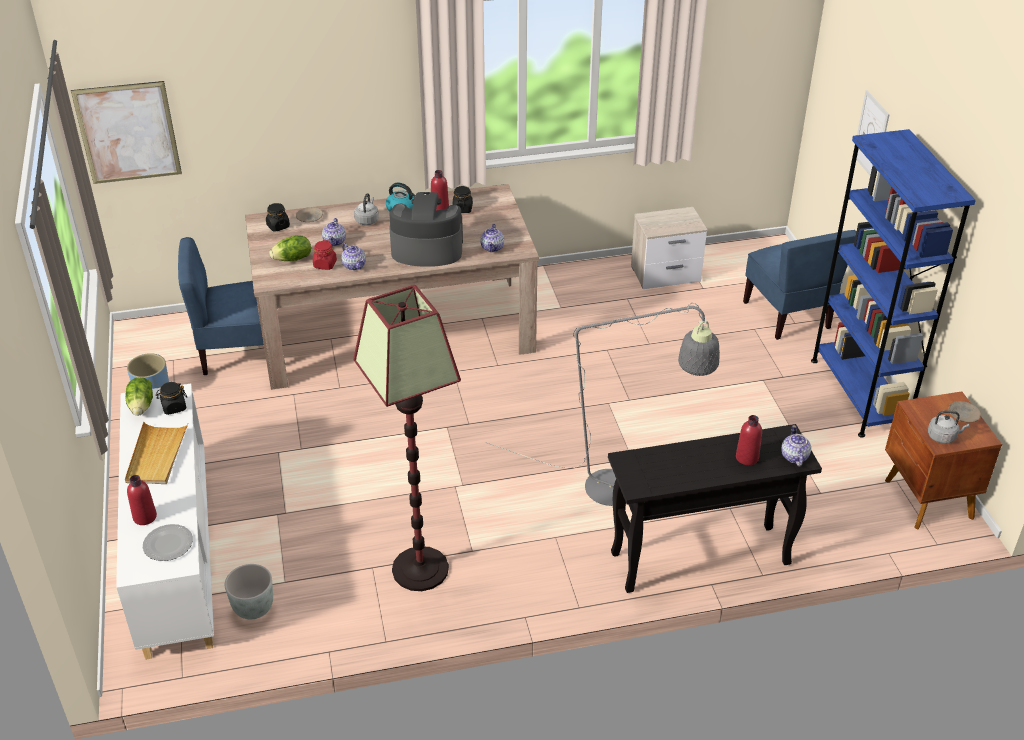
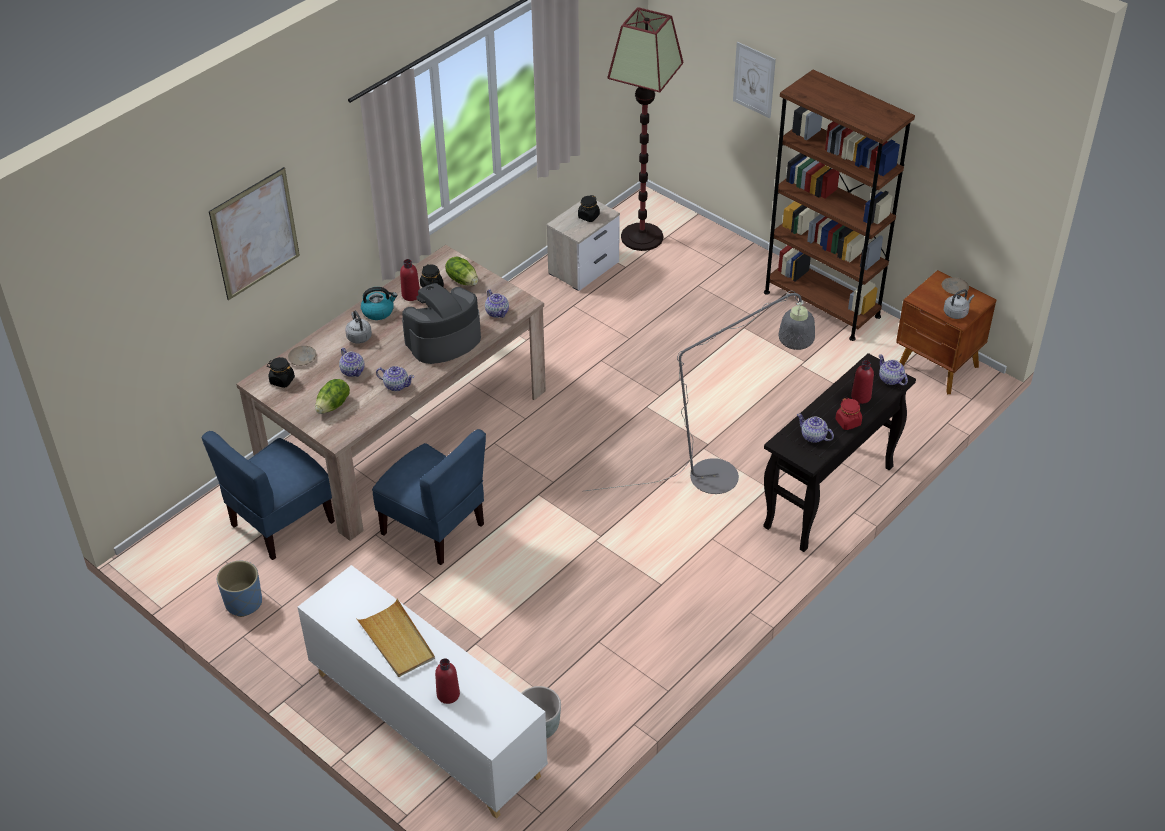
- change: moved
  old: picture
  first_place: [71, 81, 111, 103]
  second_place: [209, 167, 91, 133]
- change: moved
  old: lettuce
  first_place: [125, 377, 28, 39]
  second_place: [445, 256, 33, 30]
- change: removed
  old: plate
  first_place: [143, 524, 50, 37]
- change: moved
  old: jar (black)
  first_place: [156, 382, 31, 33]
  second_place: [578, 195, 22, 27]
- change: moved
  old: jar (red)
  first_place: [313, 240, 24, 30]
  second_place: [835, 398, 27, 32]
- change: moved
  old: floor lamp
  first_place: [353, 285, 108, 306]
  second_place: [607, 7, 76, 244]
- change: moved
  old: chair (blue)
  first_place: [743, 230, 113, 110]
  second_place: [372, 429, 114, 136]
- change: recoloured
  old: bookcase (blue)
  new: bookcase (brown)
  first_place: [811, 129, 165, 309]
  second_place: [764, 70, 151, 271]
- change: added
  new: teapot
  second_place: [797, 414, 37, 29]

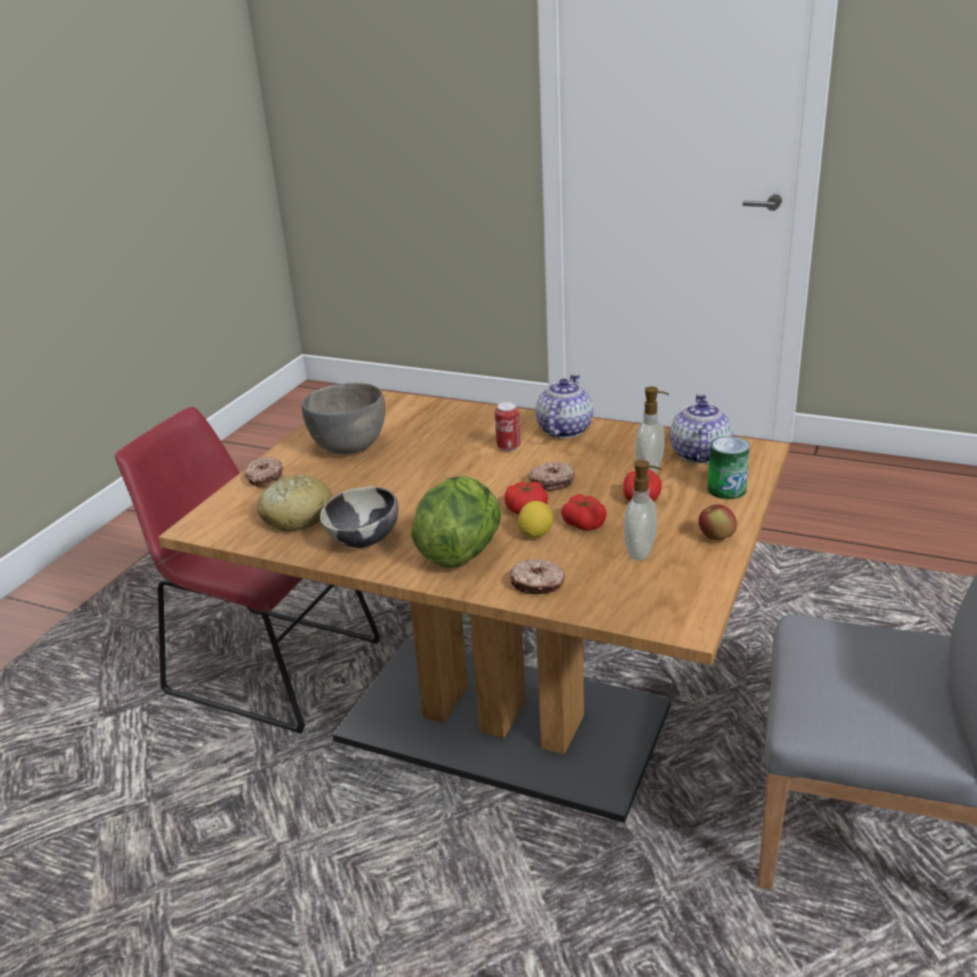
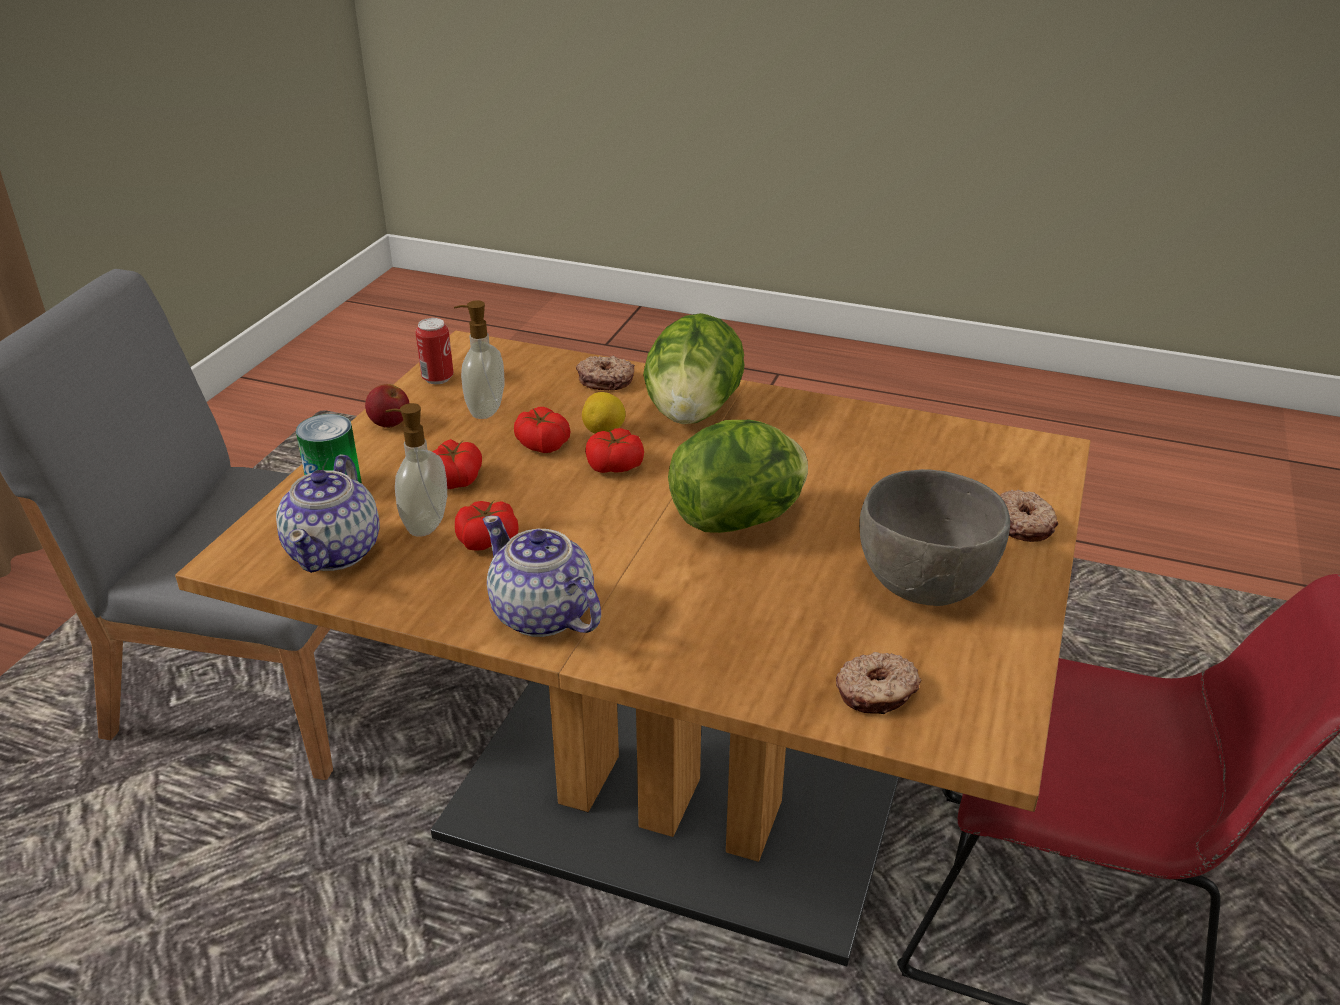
- change: removed
  old: bread
  first_place: [257, 474, 76, 57]
- change: removed
  old: bowl
  first_place: [320, 487, 78, 61]
- change: moved
  old: can
  first_place: [495, 402, 26, 49]
  second_place: [415, 318, 39, 66]
- change: moved
  old: donut
  first_place: [528, 462, 47, 29]
  second_place: [836, 652, 85, 62]
- change: turned
  old: teapot
  first_place: [536, 374, 57, 64]
  second_place: [483, 516, 118, 121]
  degrees: 120
- change: added
  new: tomato
  second_place: [455, 501, 64, 50]
- change: added
  new: lettuce
  second_place: [668, 420, 140, 113]

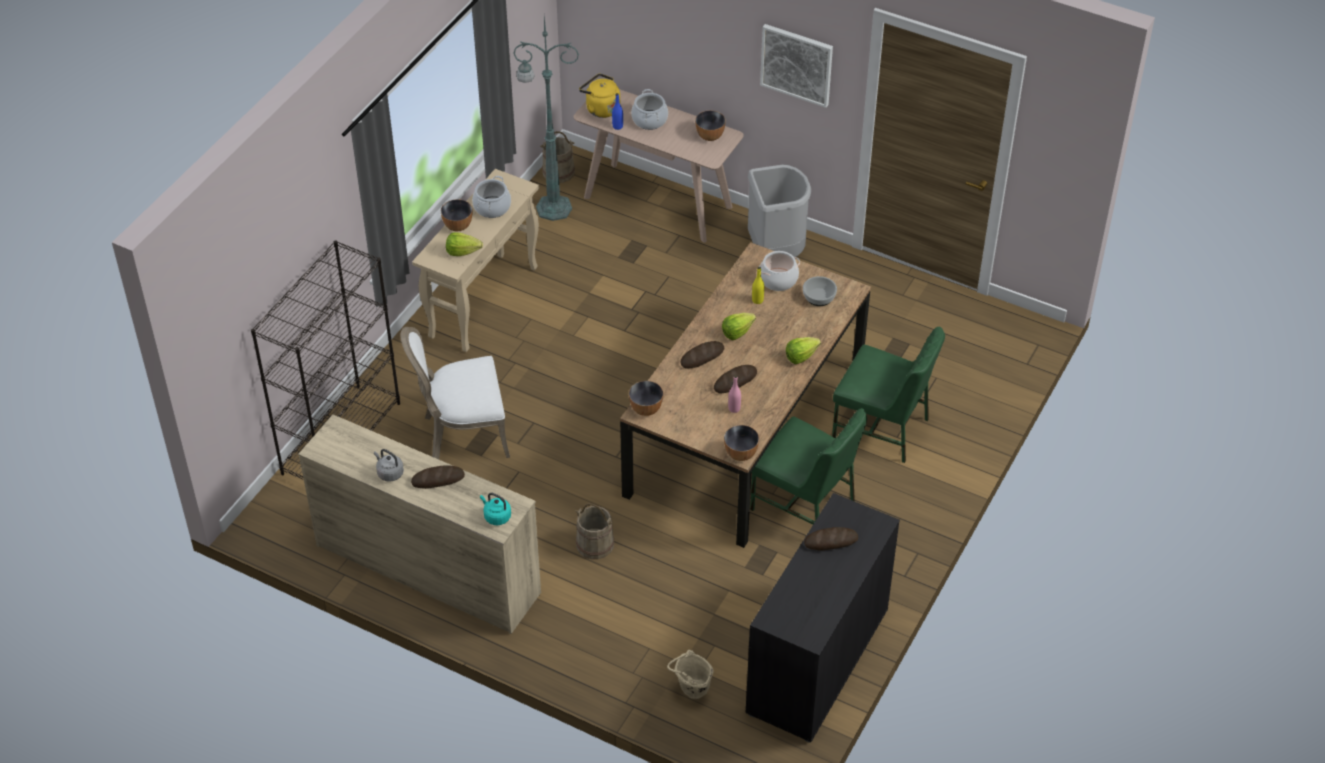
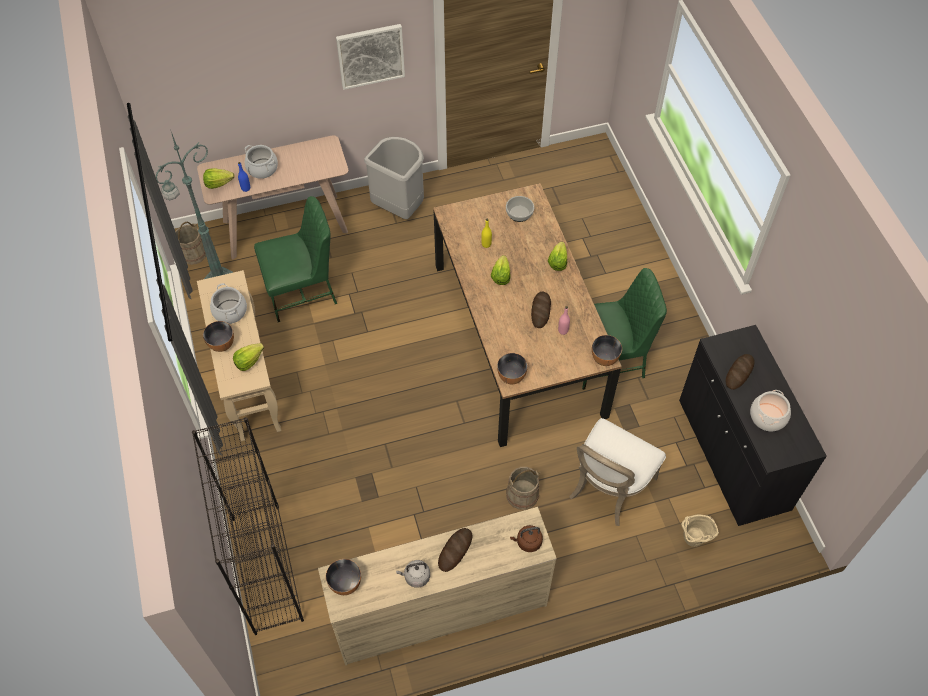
- change: moved
  old: chair (white)
  first_place: [401, 327, 109, 132]
  second_place: [569, 418, 97, 108]
- change: recoloured
  old: kettle (turquoise)
  new: kettle (brown)
  first_place: [480, 493, 31, 32]
  second_place: [510, 525, 33, 27]
- change: replaced
  old: kettle (yellow)
  new: lettuce
  first_place: [579, 74, 41, 44]
  second_place: [203, 168, 31, 21]
- change: removed
  old: bread
  first_place: [680, 341, 44, 28]
- change: moved
  old: bowl
  first_place: [695, 111, 31, 30]
  second_place: [326, 559, 35, 36]
- change: moved
  old: cooking pot
  first_place: [759, 251, 41, 40]
  second_place: [750, 390, 41, 41]
- change: moved
  old: chair (green)
  first_place: [832, 327, 113, 136]
  second_place: [254, 196, 83, 126]

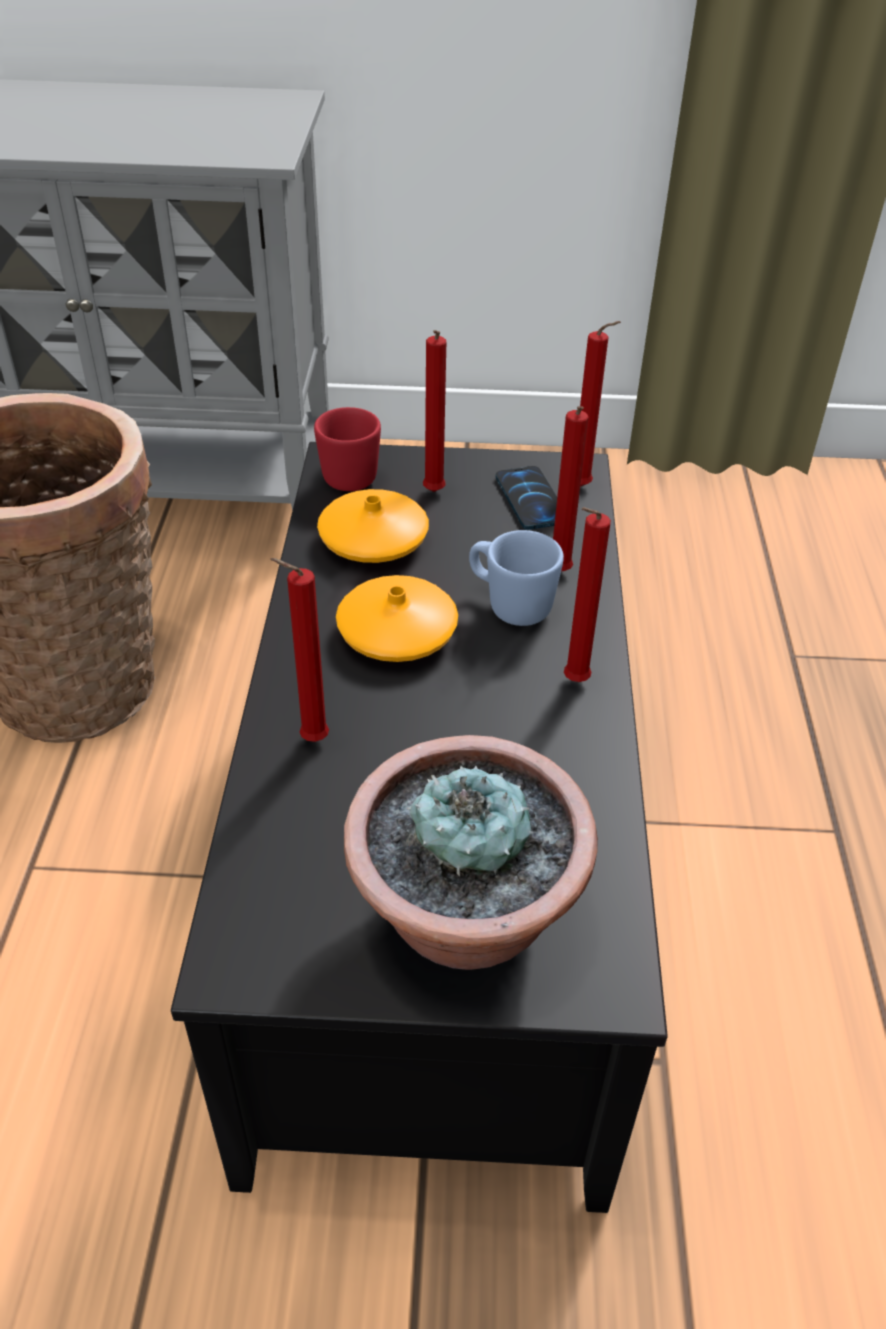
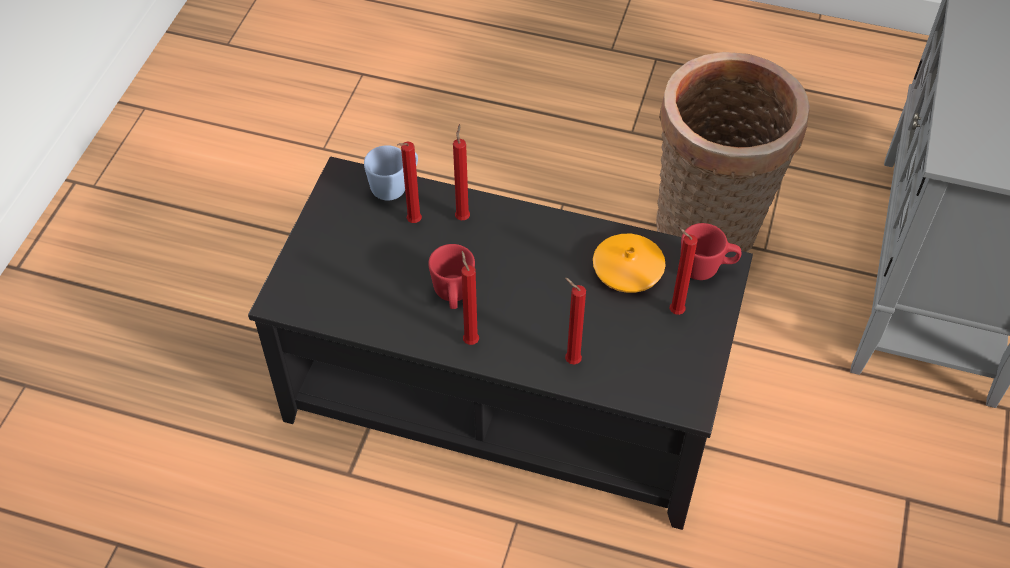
- change: removed
  old: vase (orange)
  first_place: [336, 575, 122, 87]
- change: removed
  old: potted plant
  first_place: [344, 735, 254, 235]
- change: moved
  old: mug (blue)
  first_place: [469, 530, 95, 96]
  second_place: [364, 145, 54, 56]
- change: removed
  old: phone
  first_place: [496, 466, 61, 64]
- change: moved
  old: candle (red)
  first_place: [580, 321, 41, 165]
  second_place: [397, 142, 25, 81]
- change: added
  new: mug (red)
  second_place: [428, 244, 47, 65]

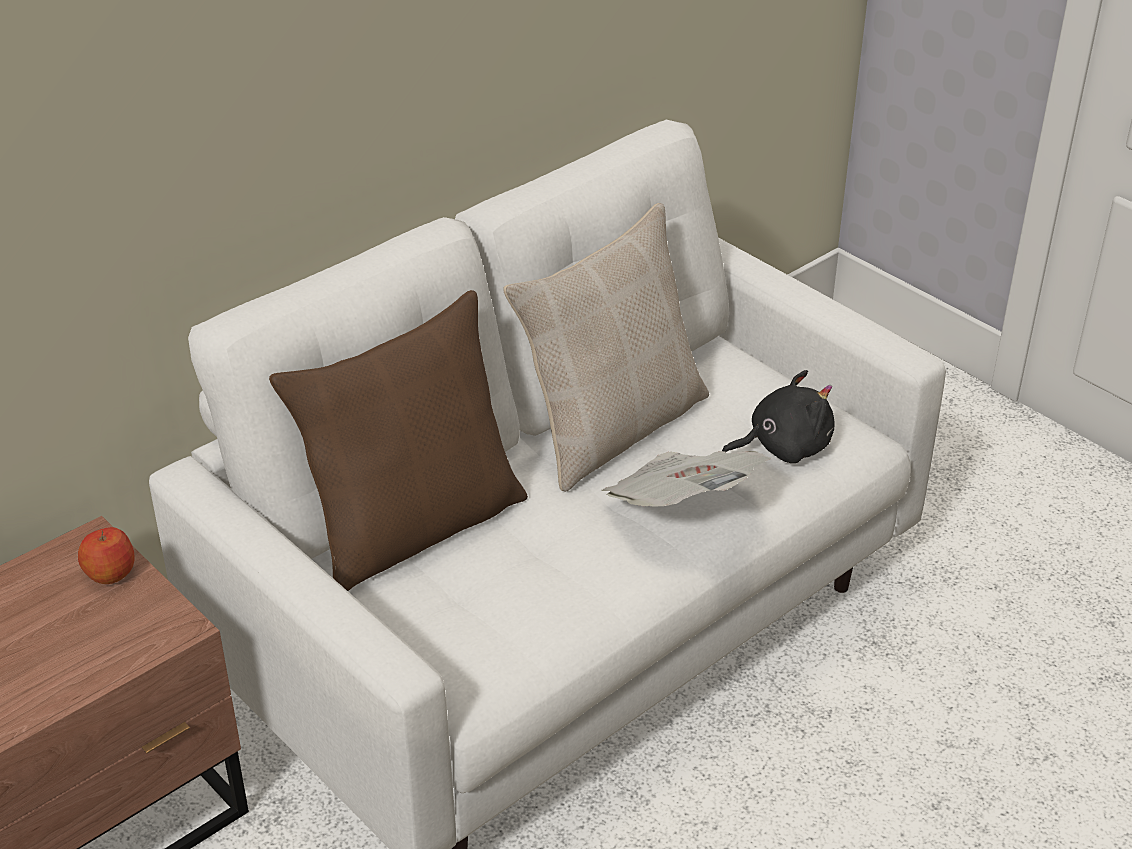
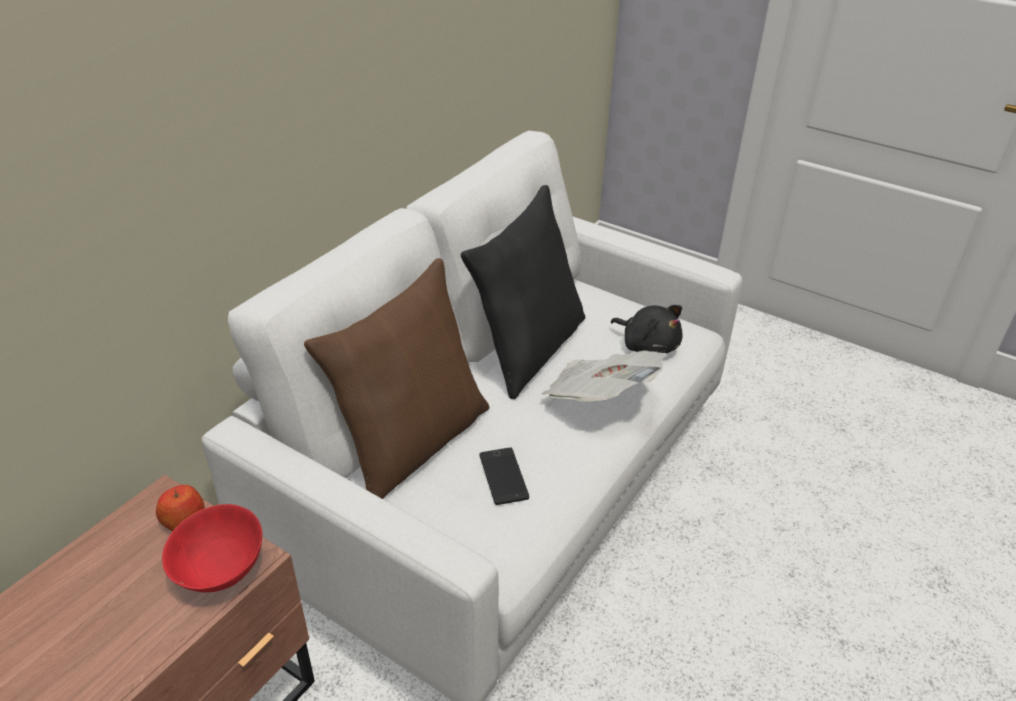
- change: recoloured
  old: pillow (beige)
  new: pillow (black)
  first_place: [503, 203, 206, 289]
  second_place: [461, 185, 124, 214]
- change: turned
  old: plush toy (black)
  first_place: [722, 370, 113, 93]
  second_place: [611, 305, 71, 48]
  degrees: 75
- change: added
  new: bowl (red)
  second_place: [162, 504, 101, 89]
- change: added
  new: phone
  second_place: [479, 448, 50, 57]

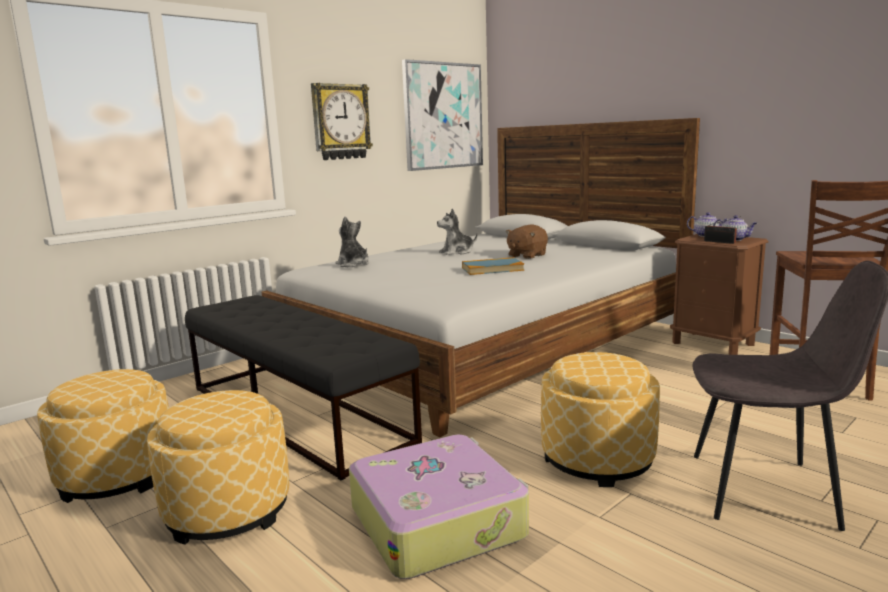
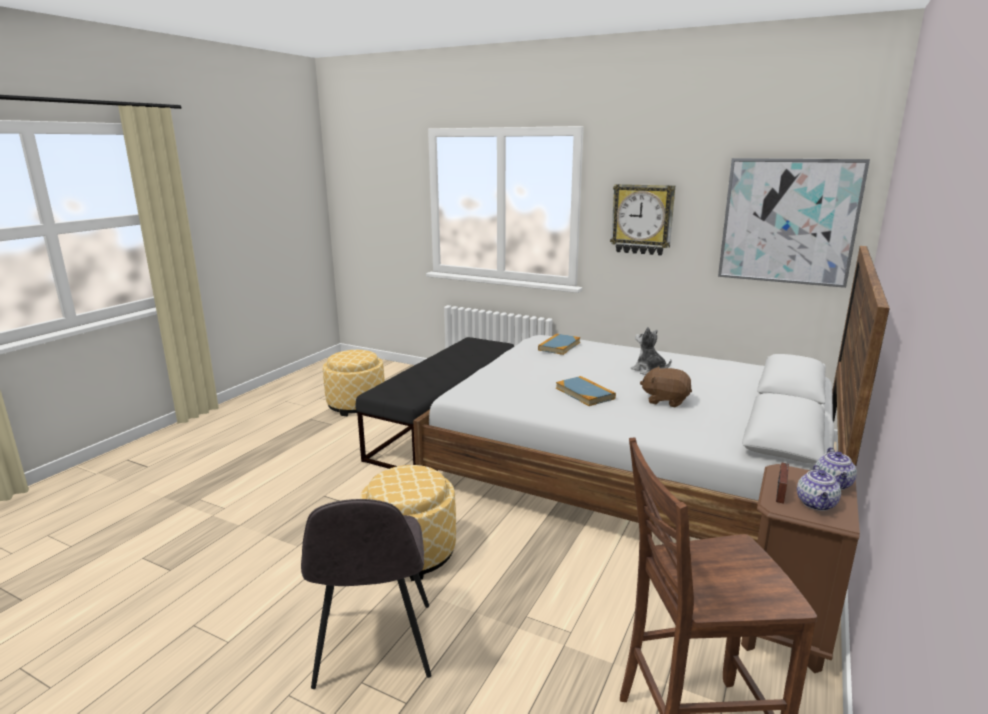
- change: removed
  old: ottoman
  first_place: [147, 390, 143, 155]
- change: replaced
  old: plush toy
  new: book
  first_place: [336, 217, 33, 50]
  second_place: [538, 334, 42, 21]
- change: removed
  old: suitcase
  first_place: [349, 435, 180, 144]

